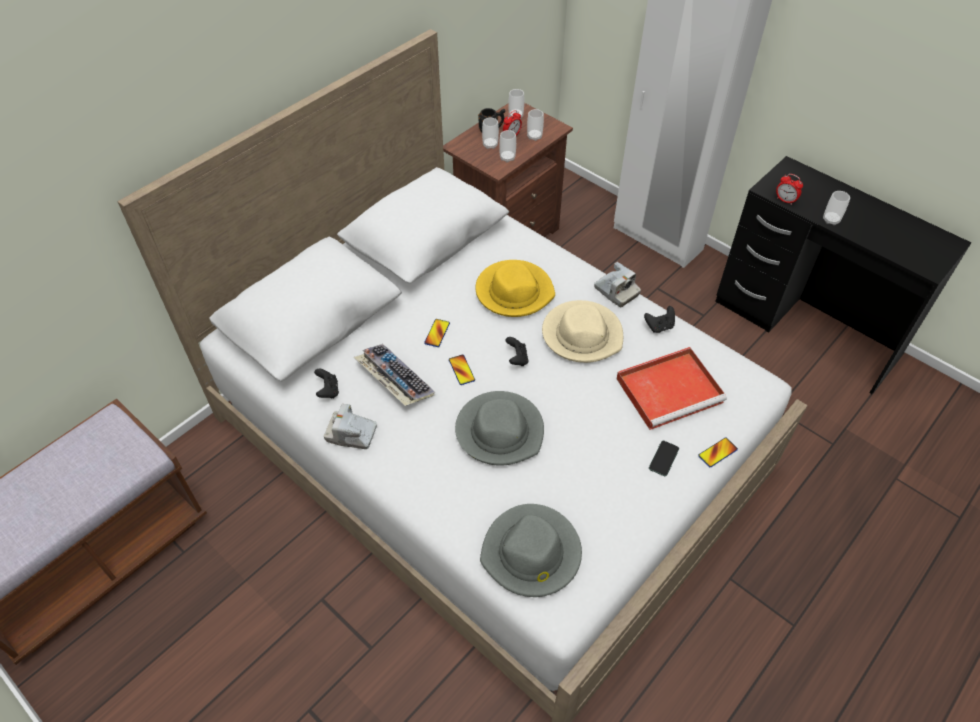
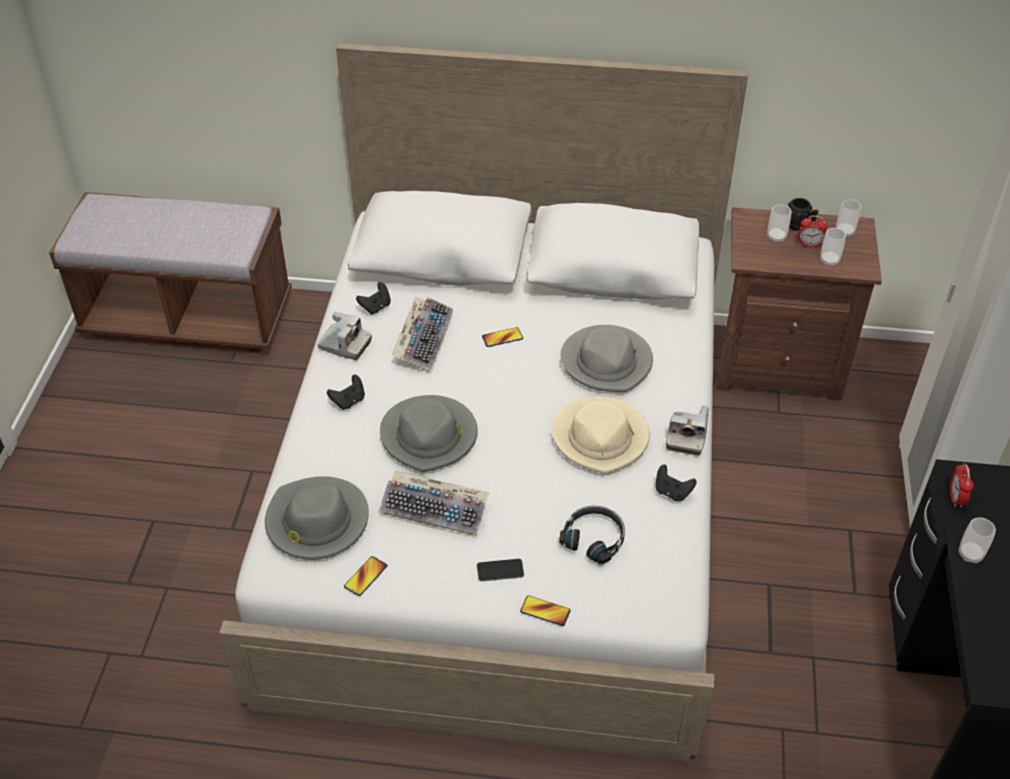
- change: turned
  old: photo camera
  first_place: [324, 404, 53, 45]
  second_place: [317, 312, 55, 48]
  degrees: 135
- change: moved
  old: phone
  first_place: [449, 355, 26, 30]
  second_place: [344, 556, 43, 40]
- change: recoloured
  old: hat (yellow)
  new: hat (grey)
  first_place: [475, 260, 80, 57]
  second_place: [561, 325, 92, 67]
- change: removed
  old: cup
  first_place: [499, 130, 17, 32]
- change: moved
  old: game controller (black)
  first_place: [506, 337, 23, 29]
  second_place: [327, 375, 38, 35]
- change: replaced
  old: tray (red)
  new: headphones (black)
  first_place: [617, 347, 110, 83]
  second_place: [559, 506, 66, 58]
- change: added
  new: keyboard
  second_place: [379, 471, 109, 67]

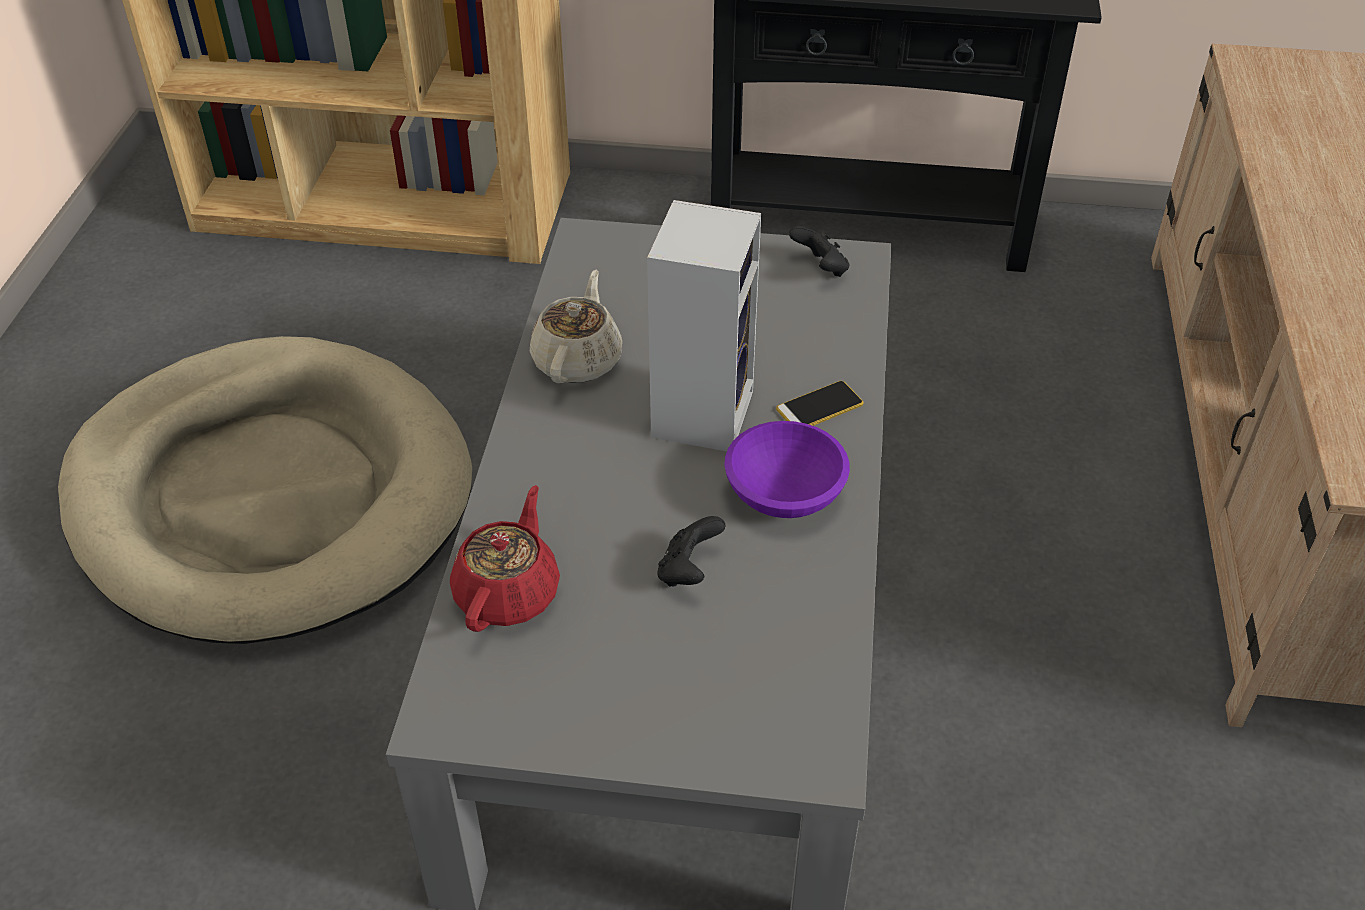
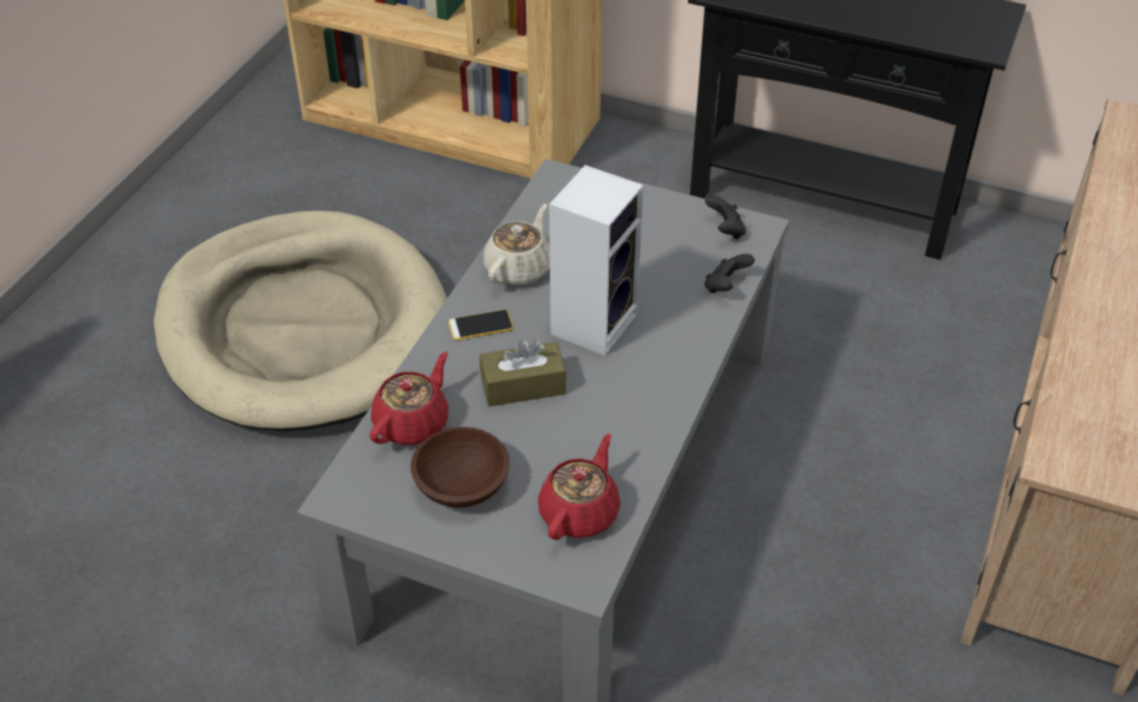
- change: moved
  old: game controller (black)
  first_place: [657, 516, 68, 71]
  second_place: [704, 254, 51, 39]
- change: removed
  old: bowl (purple)
  first_place: [725, 421, 125, 97]
- change: moved
  old: phone
  first_place: [776, 381, 87, 45]
  second_place: [448, 309, 66, 32]
- change: added
  new: bowl (brown)
  second_place: [411, 427, 99, 81]
- change: added
  new: tissue box (brown)
  second_place: [480, 340, 86, 67]
- change: added
  new: teapot (red)
  second_place: [538, 433, 82, 107]

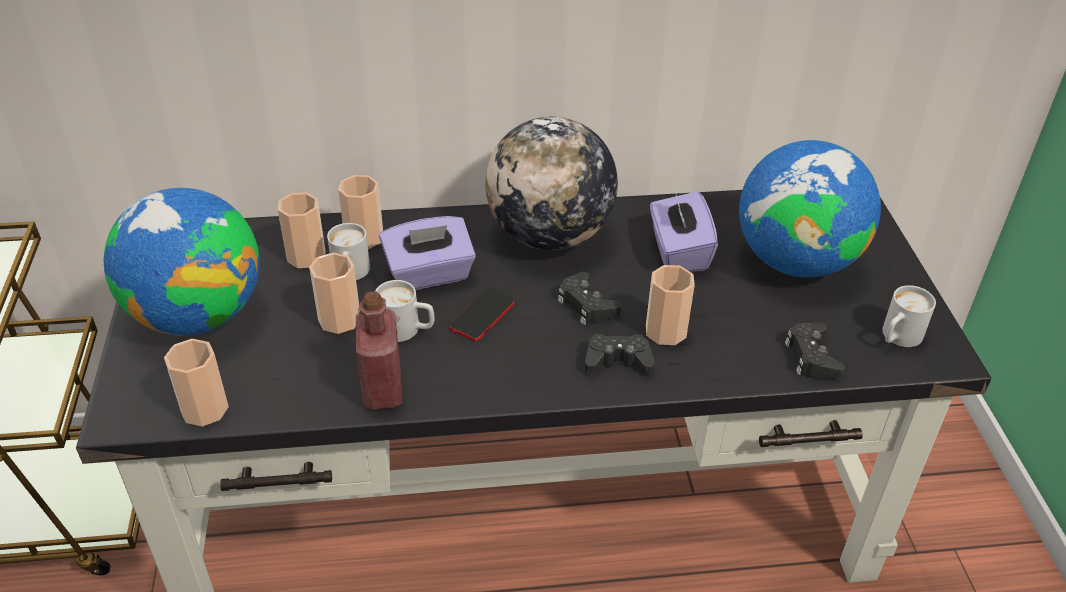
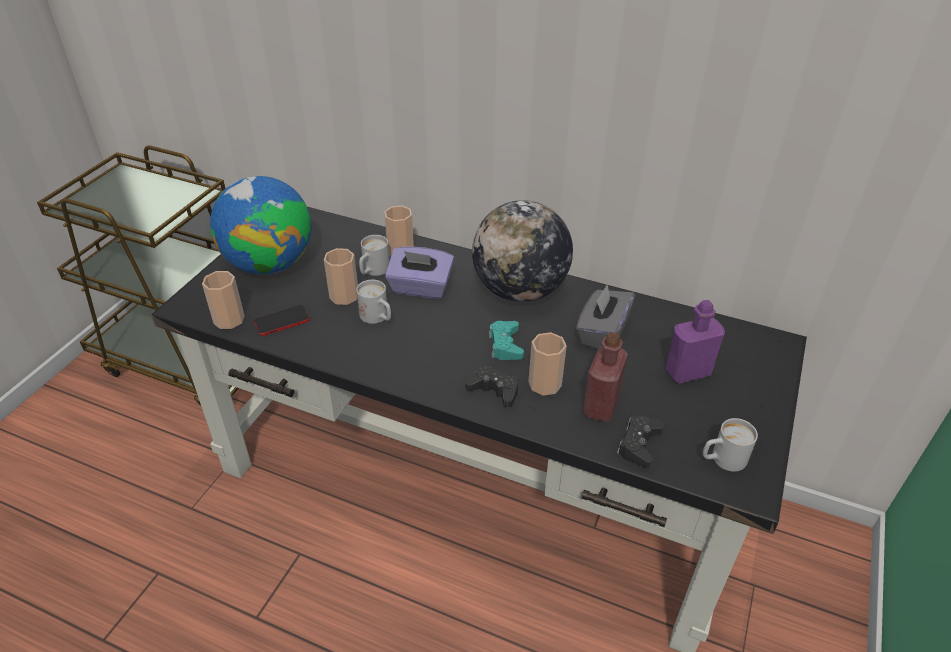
- change: removed
  old: cup
  first_place: [278, 193, 47, 75]
- change: moved
  old: bottle (red)
  first_place: [356, 291, 46, 119]
  second_place: [582, 332, 46, 90]
- change: moved
  old: phone
  first_place: [449, 288, 65, 54]
  second_place: [254, 305, 56, 31]
- change: recoloured
  old: game controller (black)
  new: game controller (turquoise)
  first_place: [558, 272, 63, 53]
  second_place: [489, 321, 35, 39]
- change: recoloured
  old: tissue box (purple)
  new: tissue box (grey)
  first_place: [650, 191, 68, 81]
  second_place: [576, 284, 59, 66]
- change: replaced
  old: globe
  new: bottle (purple)
  first_place: [739, 140, 142, 138]
  second_place: [666, 300, 59, 84]

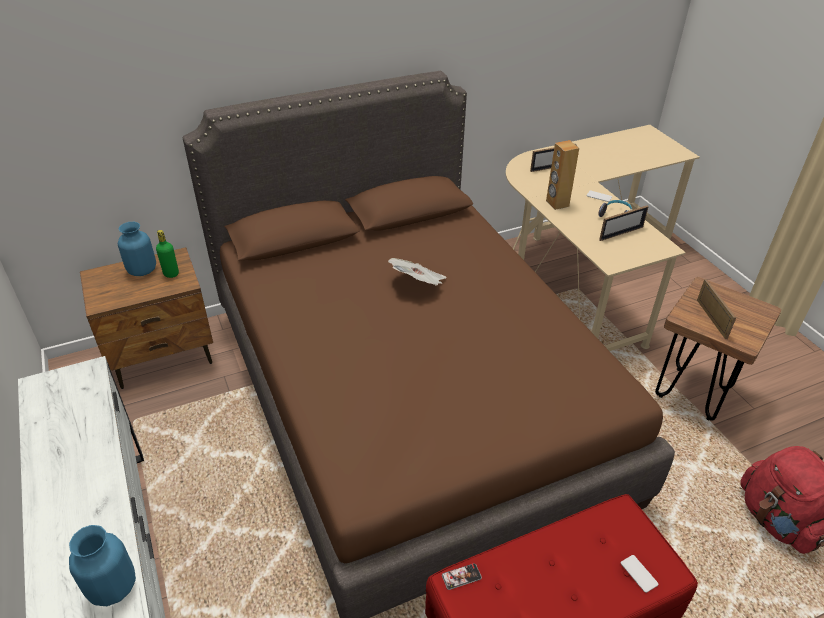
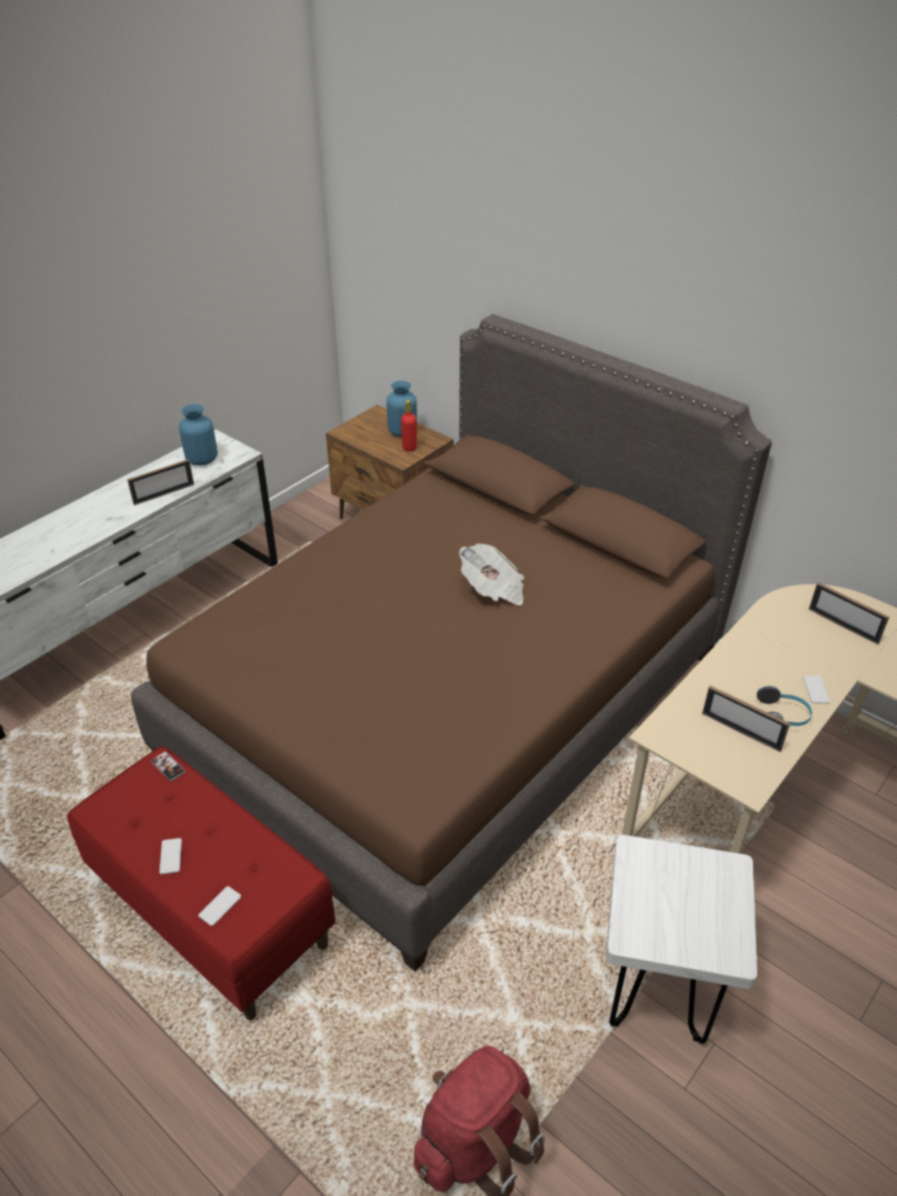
- change: moved
  old: vase (blue)
  first_place: [69, 525, 67, 81]
  second_place: [179, 404, 39, 62]
- change: recoloured
  old: bottle (green)
  new: bottle (red)
  first_place: [156, 230, 23, 48]
  second_place: [401, 400, 16, 52]
- change: removed
  old: speaker (brown)
  first_place: [546, 140, 33, 70]
- change: recoloured
  old: stool (brown)
  new: stool (white)
  first_place: [655, 277, 126, 144]
  second_place: [606, 835, 151, 209]
- change: moved
  old: picture frame
  first_place: [697, 279, 39, 60]
  second_place: [127, 459, 67, 46]
- change: added
  new: phone
  second_place: [159, 838, 23, 36]

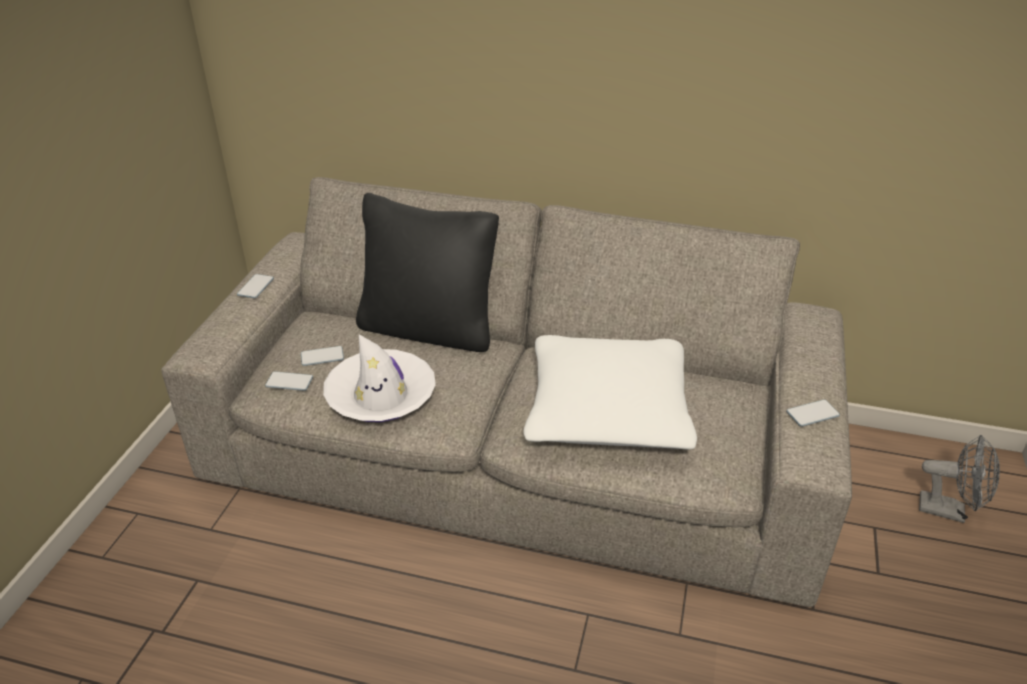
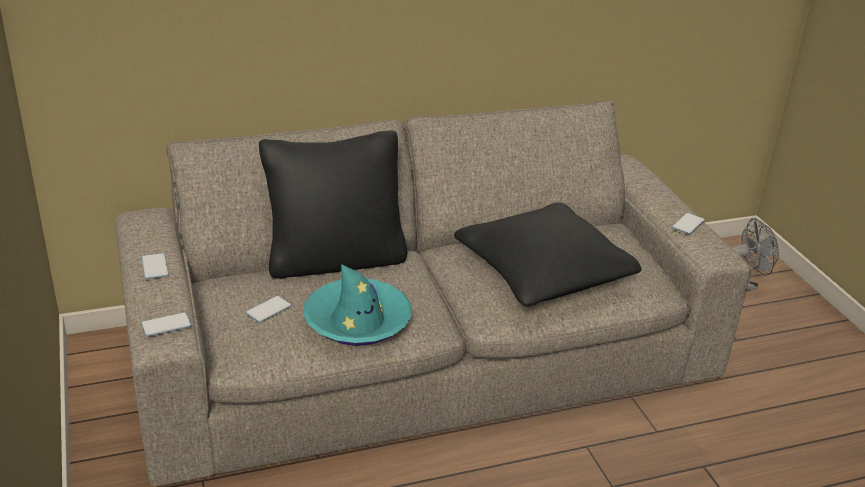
- change: moved
  old: phone
  first_place: [265, 371, 48, 20]
  second_place: [141, 312, 51, 25]
- change: recoloured
  old: hat (white)
  new: hat (turquoise)
  first_place: [323, 334, 113, 88]
  second_place: [303, 264, 109, 82]
- change: recoloured
  old: pillow (white)
  new: pillow (black)
  first_place: [523, 335, 174, 115]
  second_place: [454, 202, 188, 104]

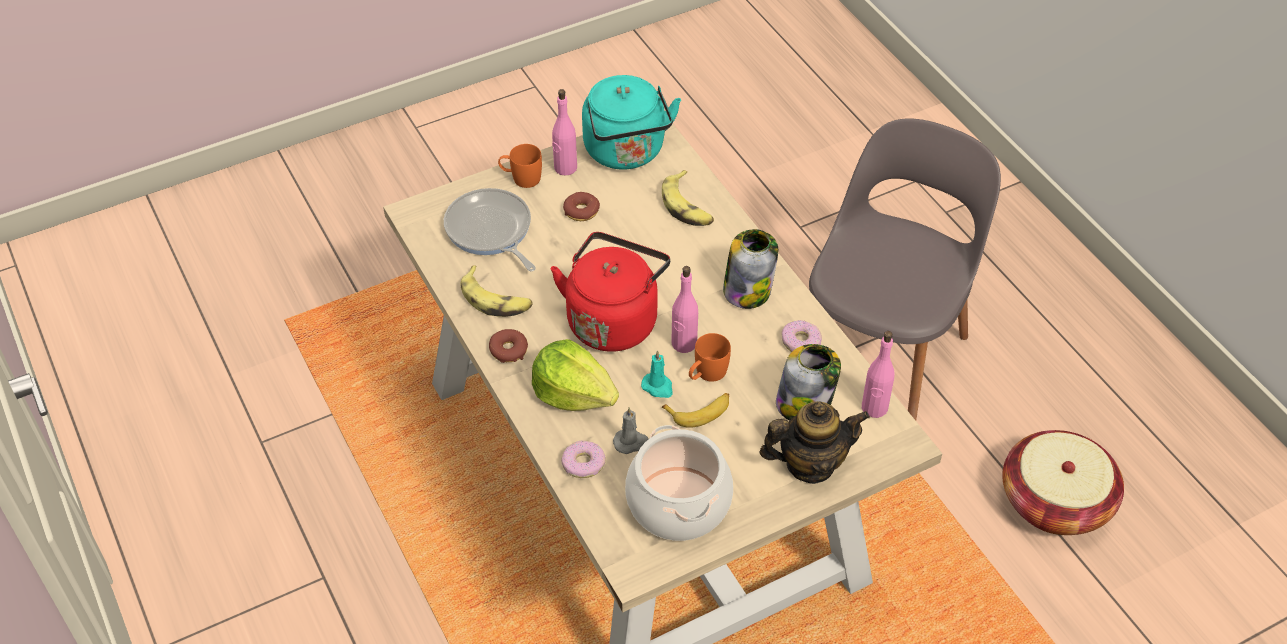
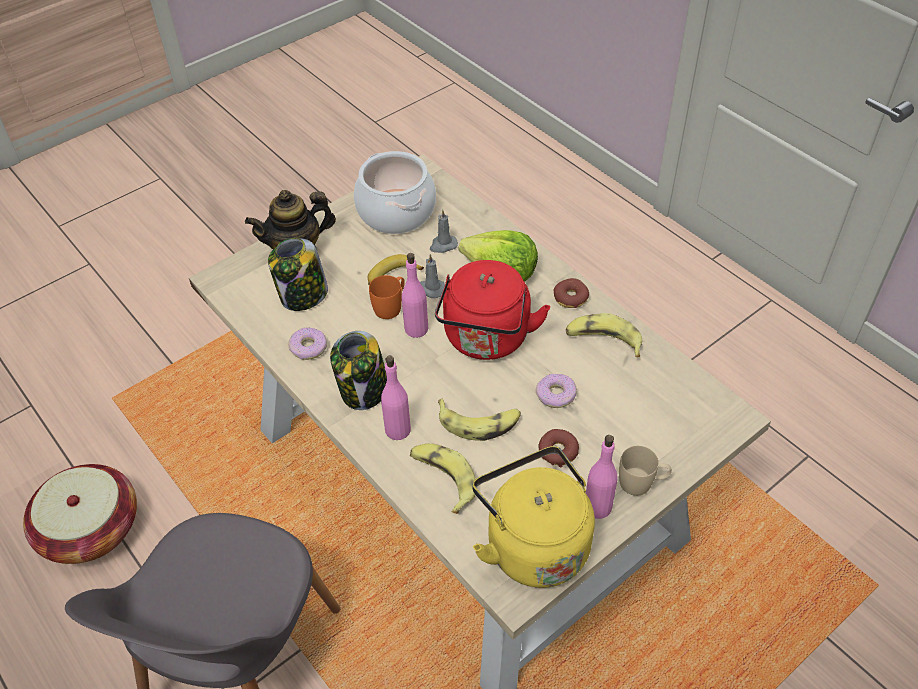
- change: removed
  old: frying pan
  first_place: [444, 188, 92, 84]
- change: recoloured
  old: mug (orange)
  new: mug (beige)
  first_place: [498, 144, 44, 44]
  second_place: [619, 446, 53, 50]
- change: moved
  old: donut
  first_place: [561, 441, 45, 37]
  second_place: [536, 374, 41, 34]
- change: recoloured
  old: kettle (turquoise)
  new: kettle (yellow)
  first_place: [582, 75, 99, 95]
  second_place: [472, 446, 123, 142]
- change: recoloured
  old: candle (turquoise)
  new: candle (grey)
  first_place: [641, 350, 32, 48]
  second_place: [420, 254, 25, 44]
- change: moved
  old: bottle (pink)
  first_place: [862, 331, 32, 87]
  second_place: [381, 356, 30, 84]
- change: added
  new: banana
  second_place: [438, 398, 83, 43]

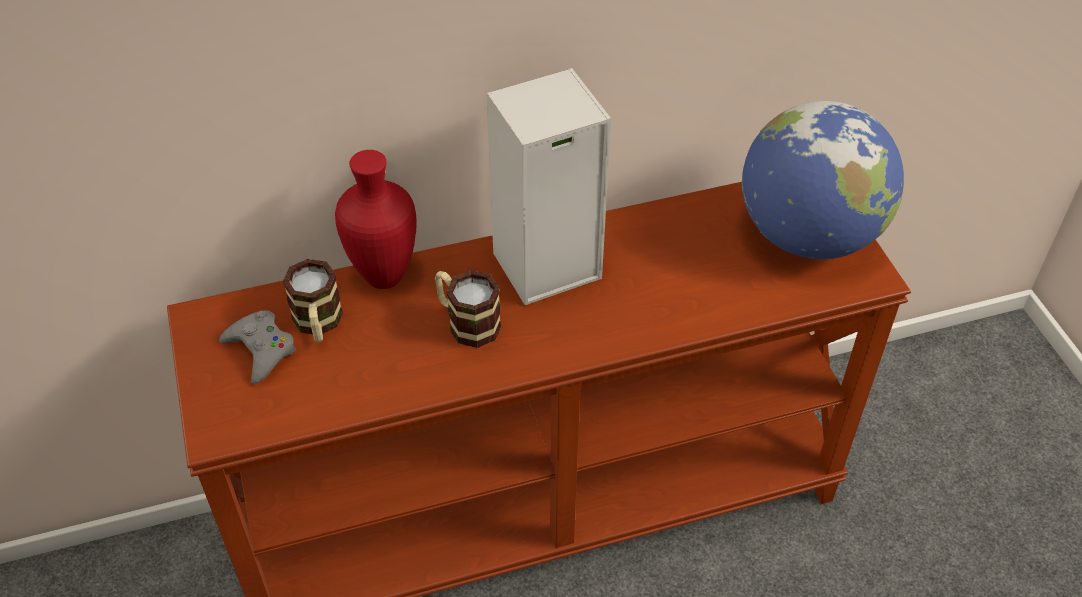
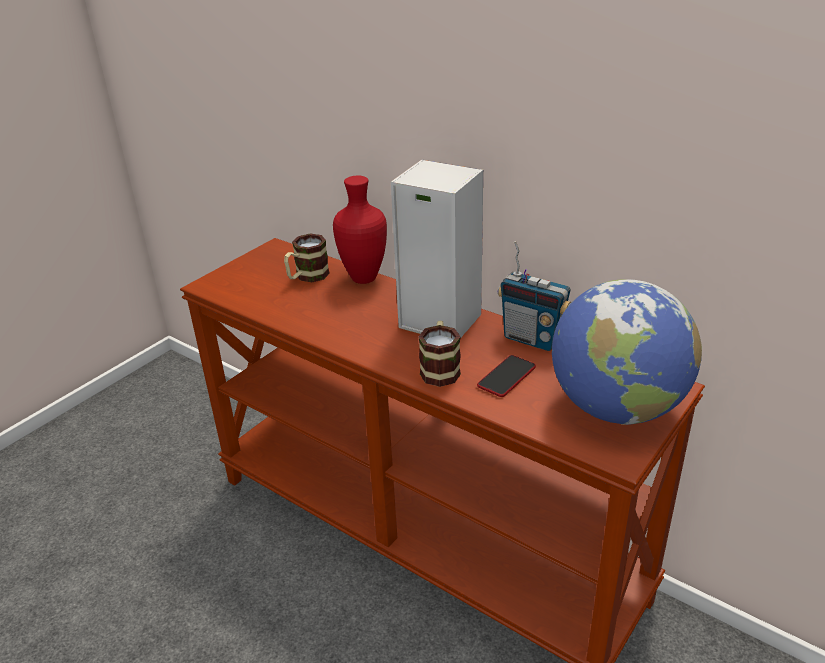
- change: removed
  old: game controller (grey)
  first_place: [219, 311, 77, 74]
- change: moved
  old: mug
  first_place: [435, 270, 66, 78]
  second_place: [418, 321, 43, 66]
- change: added
  new: phone
  second_place: [477, 355, 59, 42]
- change: added
  new: radio
  second_place: [498, 241, 73, 110]

